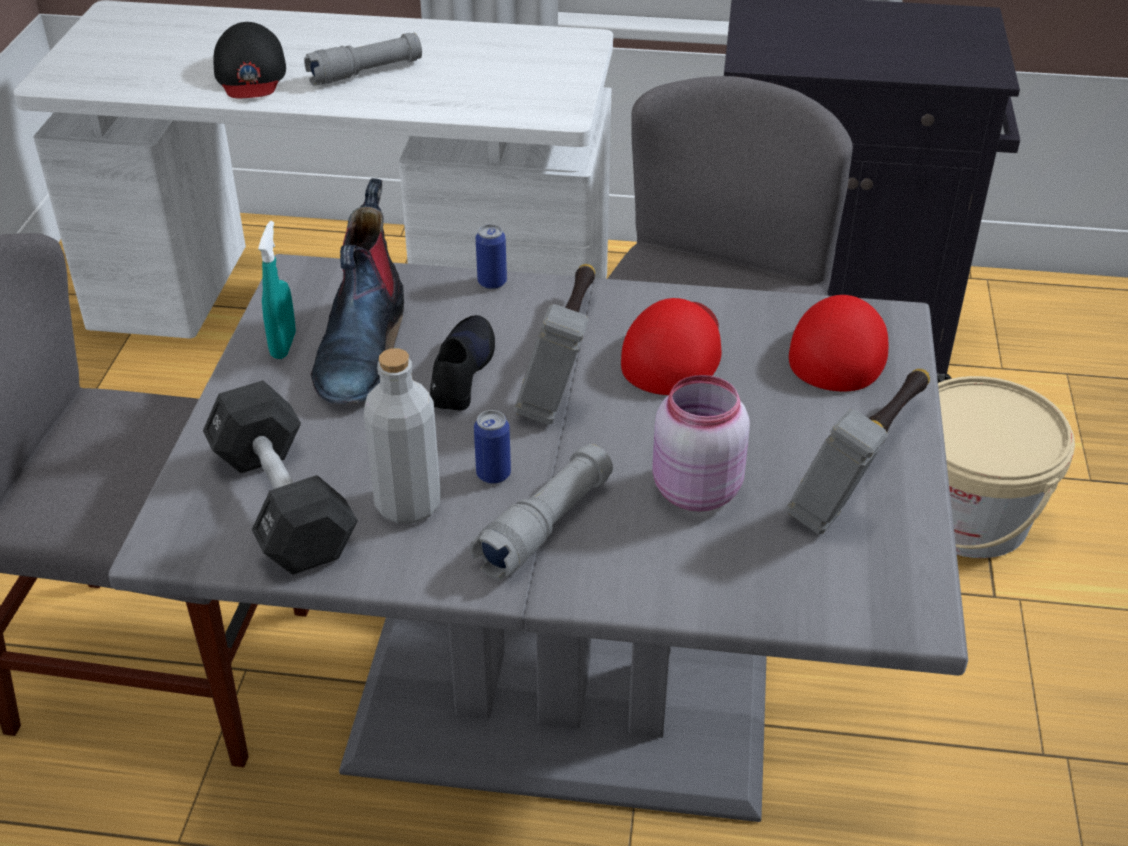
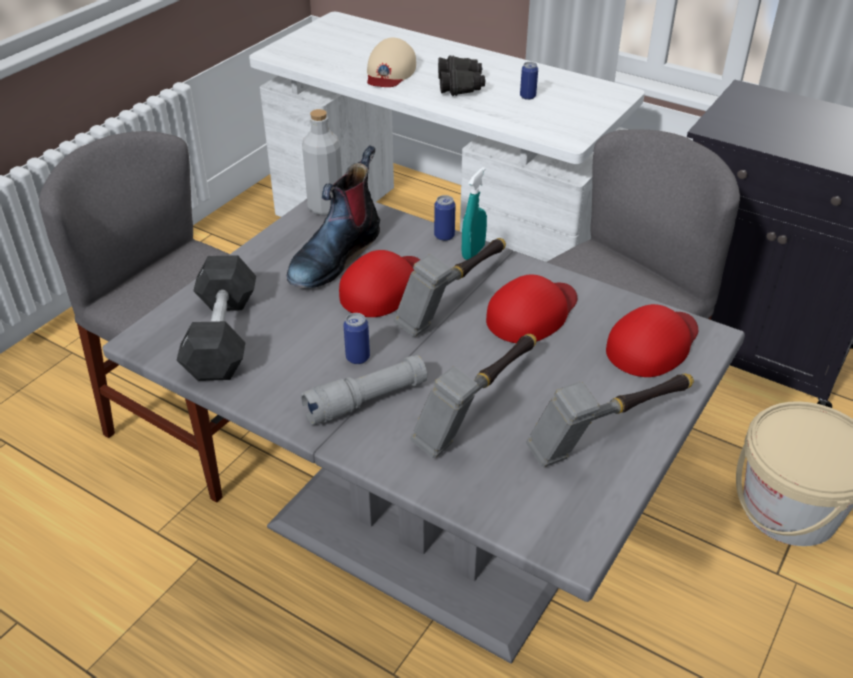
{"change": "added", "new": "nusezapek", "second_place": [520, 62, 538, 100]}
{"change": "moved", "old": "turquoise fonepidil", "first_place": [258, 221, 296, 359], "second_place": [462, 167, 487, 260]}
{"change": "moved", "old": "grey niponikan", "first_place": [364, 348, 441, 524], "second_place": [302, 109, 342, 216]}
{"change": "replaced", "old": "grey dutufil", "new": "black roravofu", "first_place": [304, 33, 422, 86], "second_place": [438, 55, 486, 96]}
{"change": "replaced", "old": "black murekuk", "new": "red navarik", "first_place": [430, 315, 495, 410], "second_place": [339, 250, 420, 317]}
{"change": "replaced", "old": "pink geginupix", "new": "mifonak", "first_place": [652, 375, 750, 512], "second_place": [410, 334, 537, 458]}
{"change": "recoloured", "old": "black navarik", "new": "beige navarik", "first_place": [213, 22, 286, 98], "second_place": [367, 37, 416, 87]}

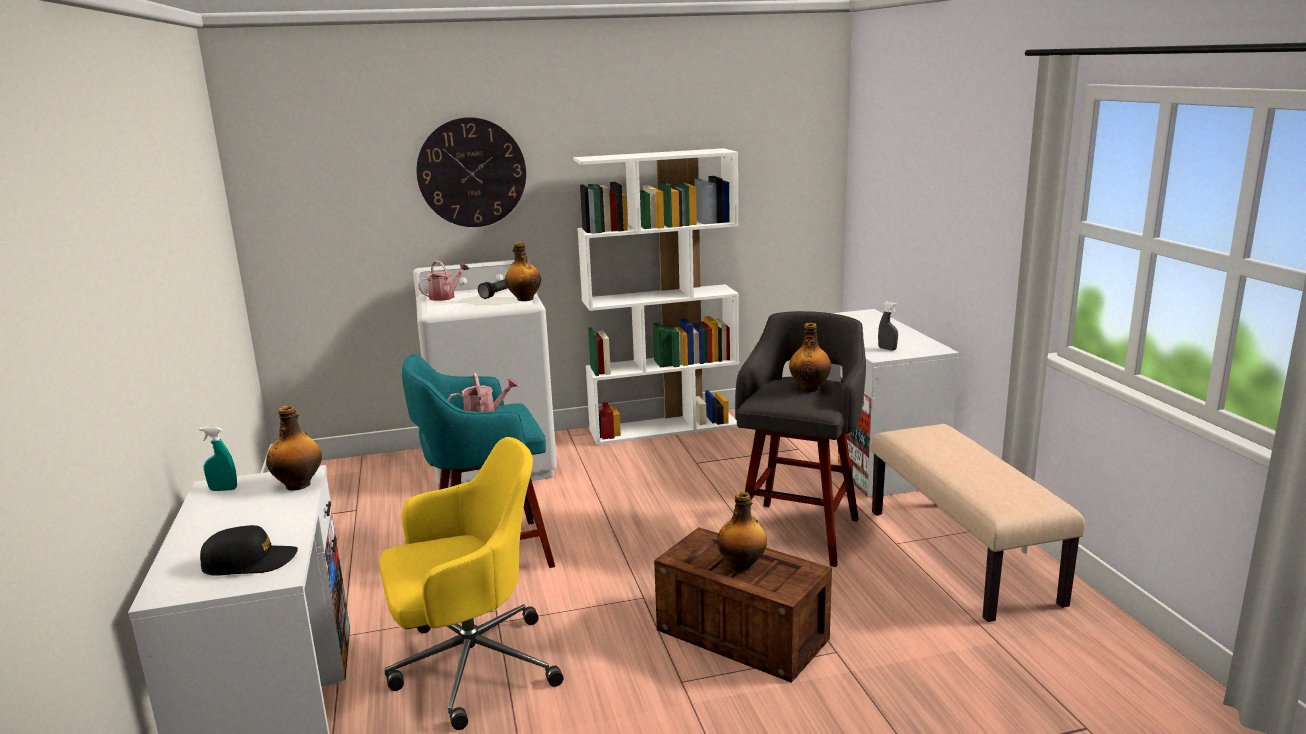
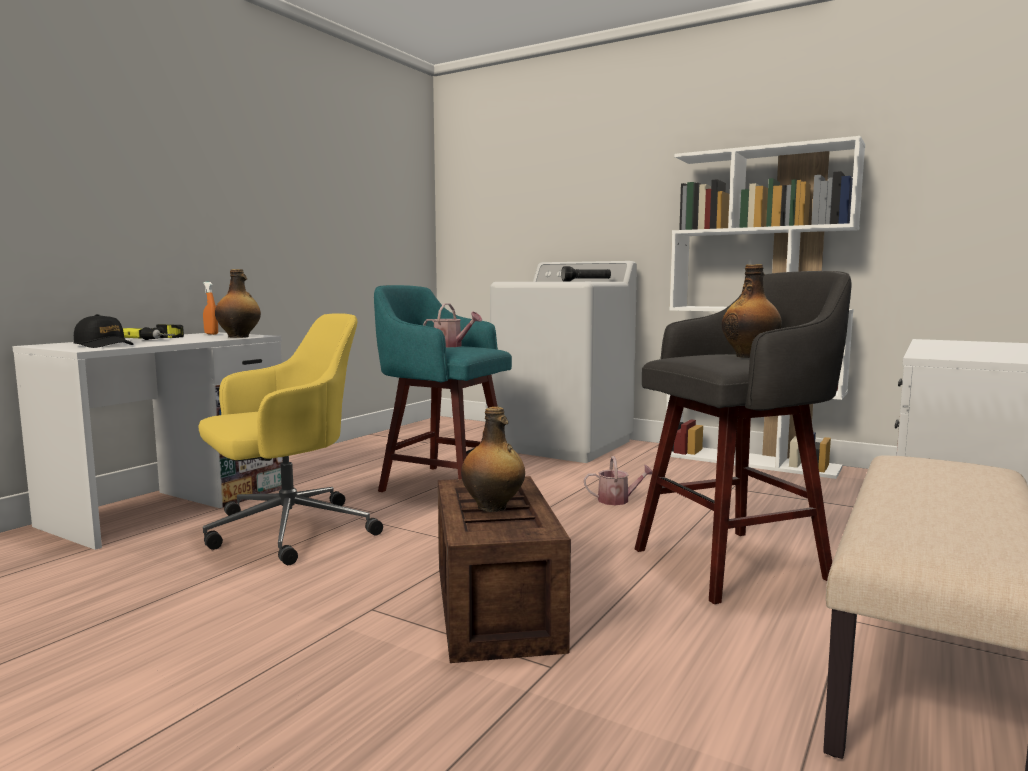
{"change": "removed", "old": "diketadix", "first_place": [417, 117, 526, 227]}
{"change": "removed", "old": "niponikan", "first_place": [505, 242, 541, 301]}
{"change": "removed", "old": "grey fonepidil", "first_place": [878, 302, 898, 350]}
{"change": "added", "new": "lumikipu", "second_place": [123, 324, 184, 340]}
{"change": "moved", "old": "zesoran", "first_place": [418, 260, 469, 301], "second_place": [584, 456, 653, 505]}
{"change": "recoloured", "old": "turquoise fonepidil", "new": "orange fonepidil", "first_place": [199, 427, 237, 491], "second_place": [203, 282, 218, 335]}
{"change": "turned", "old": "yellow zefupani", "first_place": [379, 437, 563, 730], "second_place": [198, 313, 383, 565], "degrees": -60}

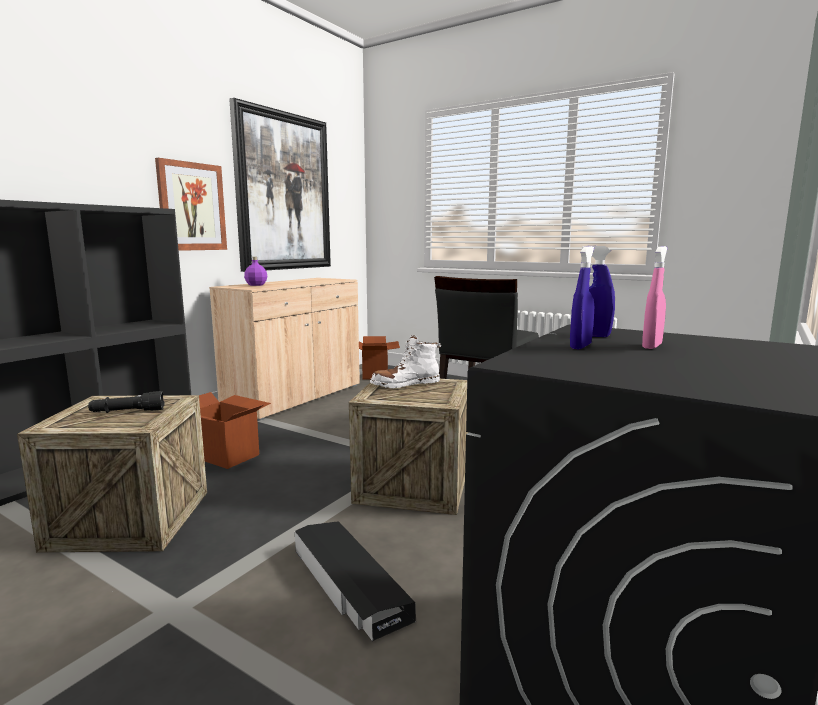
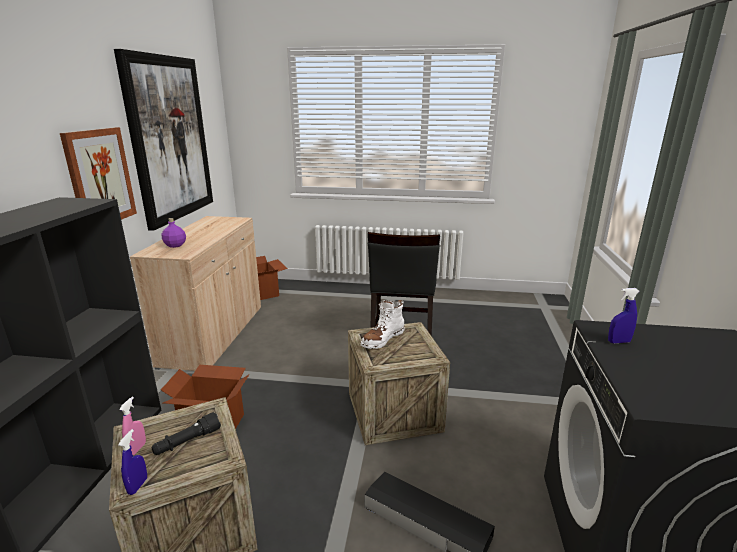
{"change": "moved", "old": "blue fonepidil", "first_place": [570, 246, 594, 349], "second_place": [119, 429, 147, 495]}
{"change": "moved", "old": "pink fonepidil", "first_place": [642, 246, 667, 349], "second_place": [119, 397, 146, 455]}

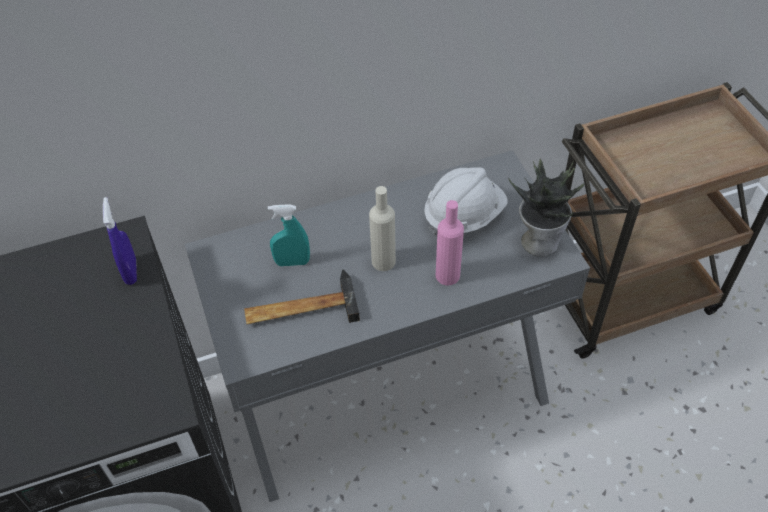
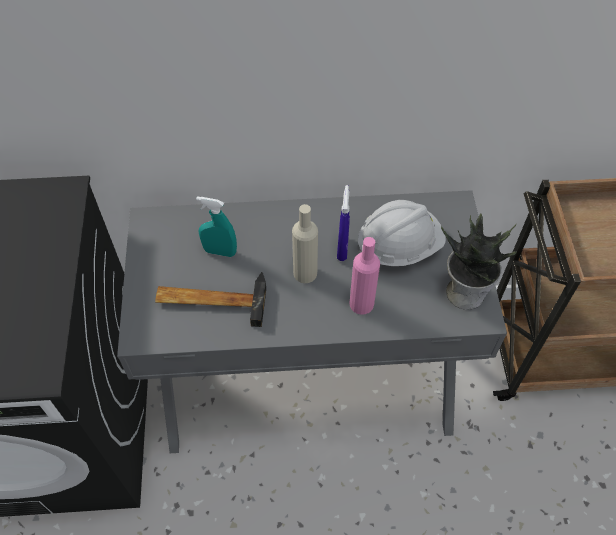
{"change": "moved", "old": "blue fonepidil", "first_place": [103, 197, 137, 285], "second_place": [337, 185, 350, 261]}

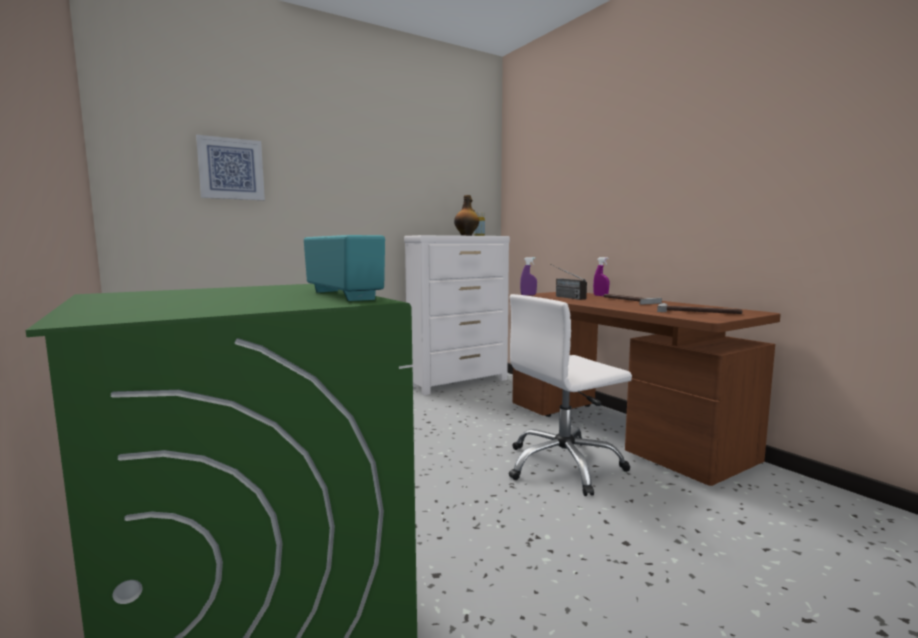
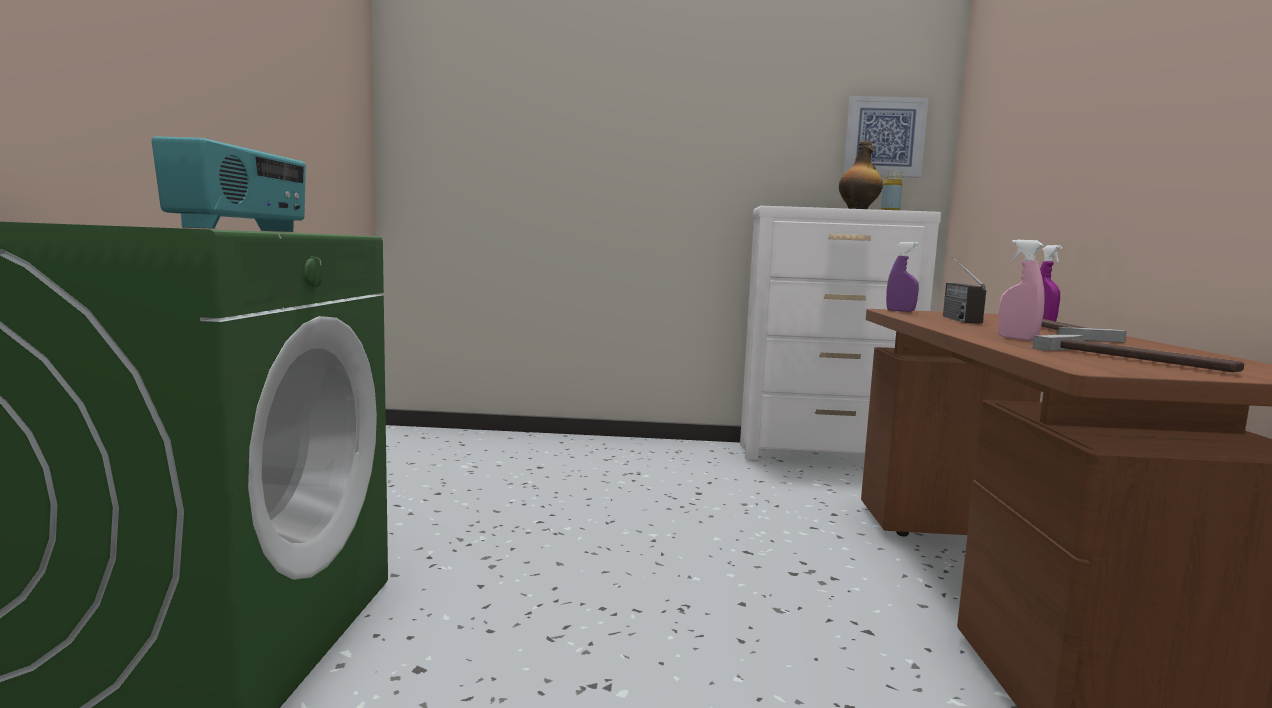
{"change": "removed", "old": "white zefupani", "first_place": [509, 294, 632, 496]}
{"change": "added", "new": "pink fonepidil", "second_place": [998, 240, 1045, 341]}
{"change": "moved", "old": "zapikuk", "first_place": [196, 135, 265, 200], "second_place": [843, 96, 928, 177]}

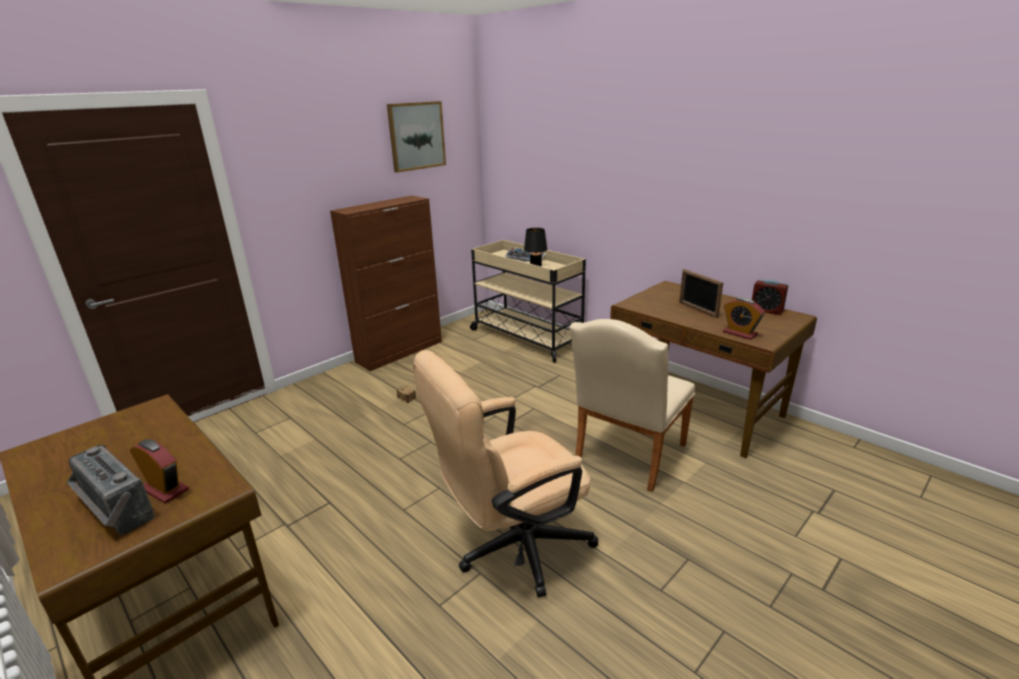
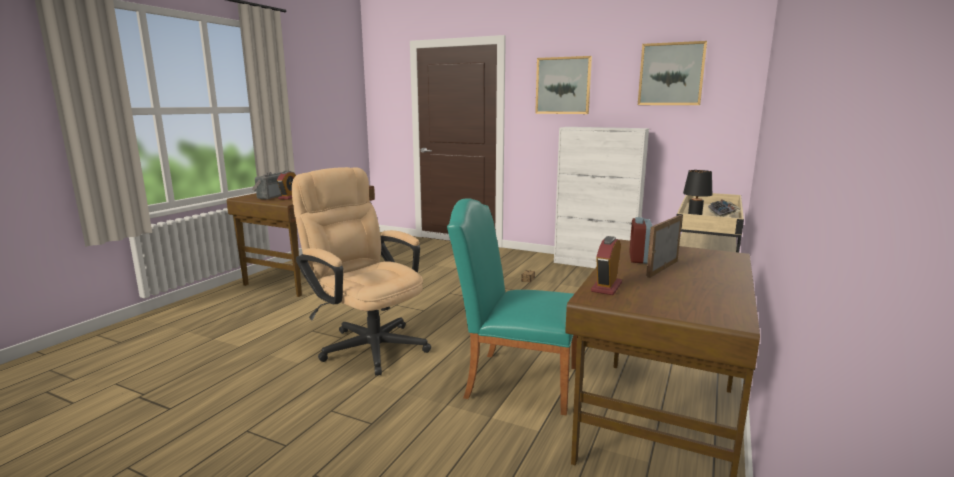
{"change": "added", "new": "zapikuk", "second_place": [535, 56, 592, 114]}
{"change": "moved", "old": "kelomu", "first_place": [752, 279, 788, 315], "second_place": [629, 217, 652, 264]}
{"change": "recoloured", "old": "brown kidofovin", "new": "white kidofovin", "first_place": [330, 195, 442, 371], "second_place": [554, 127, 649, 268]}
{"change": "recoloured", "old": "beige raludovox", "new": "turquoise raludovox", "first_place": [569, 319, 695, 492], "second_place": [447, 198, 577, 416]}

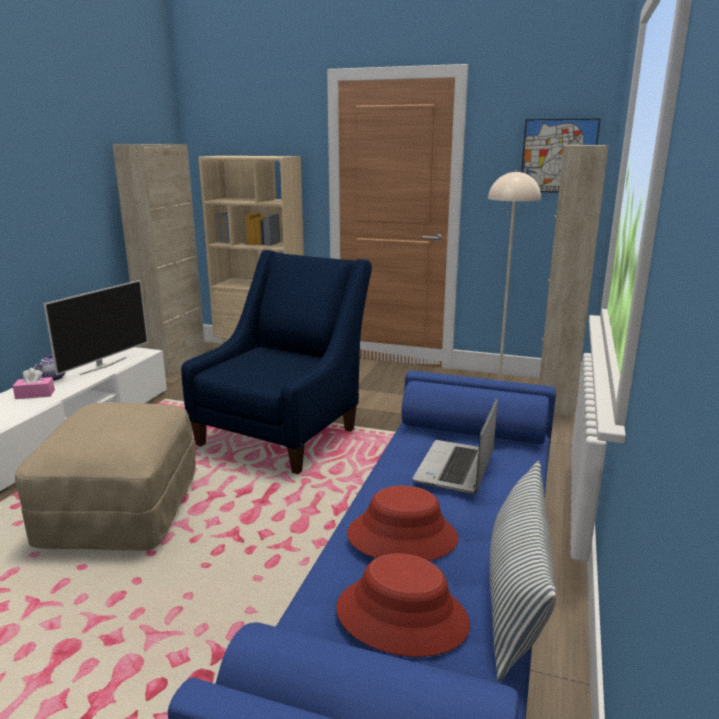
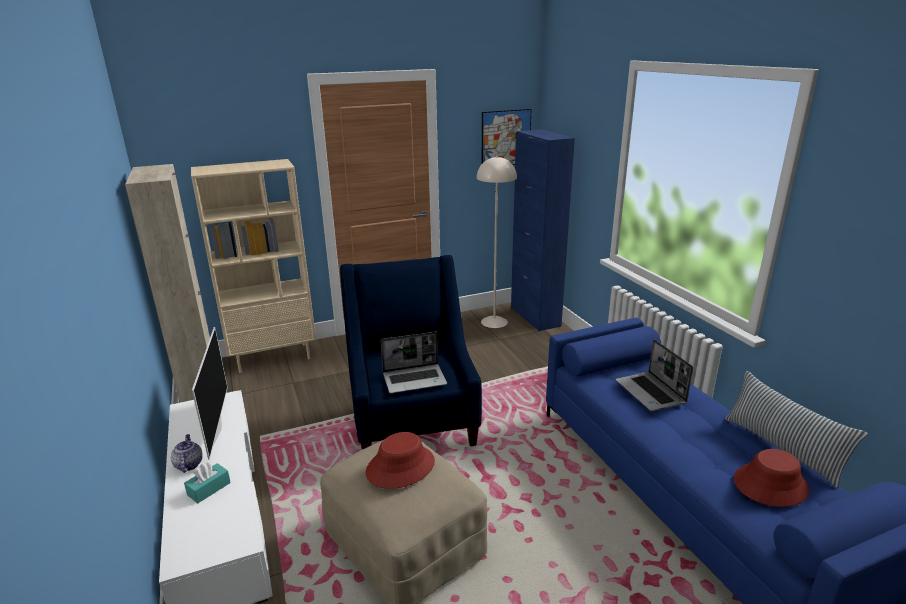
{"change": "added", "new": "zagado", "second_place": [381, 331, 447, 393]}
{"change": "moved", "old": "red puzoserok", "first_place": [347, 486, 458, 561], "second_place": [366, 432, 435, 489]}
{"change": "recoloured", "old": "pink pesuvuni", "new": "turquoise pesuvuni", "first_place": [13, 368, 55, 399], "second_place": [184, 462, 231, 504]}
{"change": "recoloured", "old": "beige kidofovin", "new": "blue kidofovin", "first_place": [539, 145, 609, 417], "second_place": [511, 129, 575, 331]}

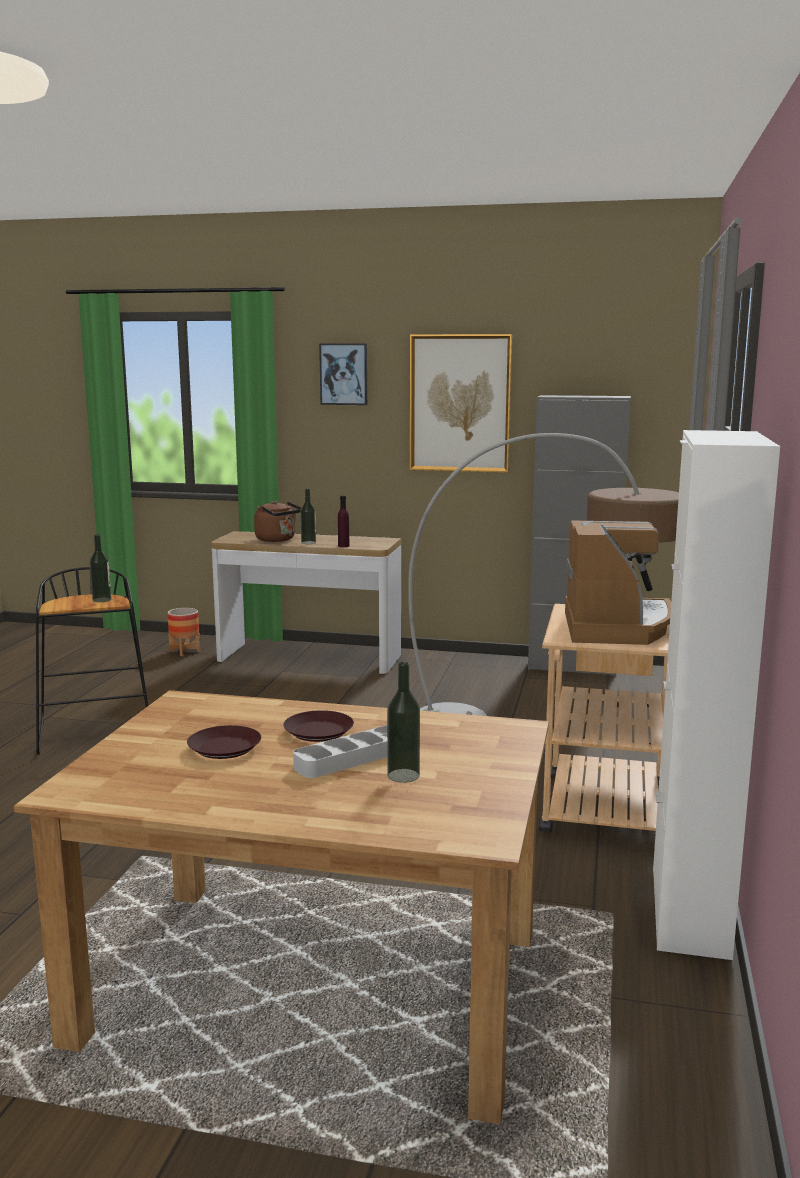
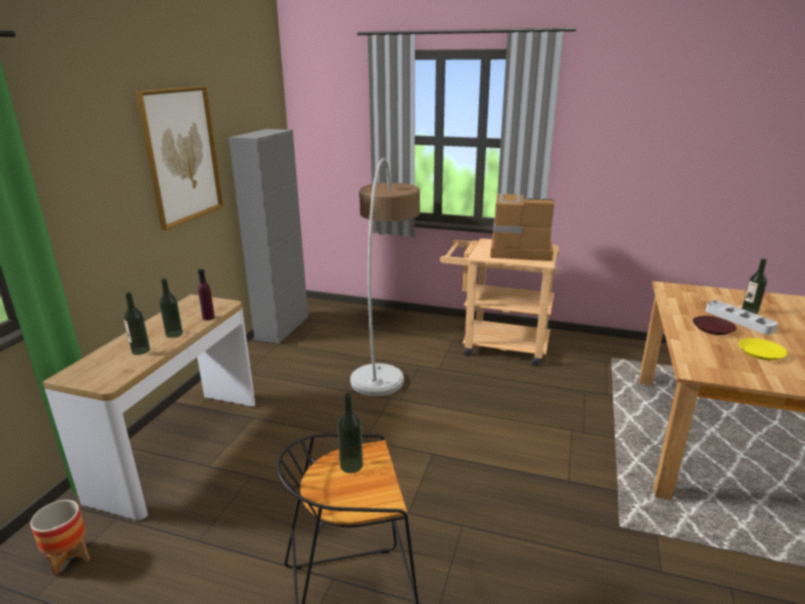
{"change": "removed", "old": "zapikuk", "first_place": [319, 343, 367, 405]}
{"change": "removed", "old": "white kidofovin", "first_place": [653, 430, 780, 960]}
{"change": "replaced", "old": "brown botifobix", "new": "niponikan", "first_place": [254, 501, 302, 542], "second_place": [124, 292, 150, 355]}
{"change": "recoloured", "old": "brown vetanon", "new": "yellow vetanon", "first_place": [187, 725, 261, 759], "second_place": [738, 338, 788, 360]}

